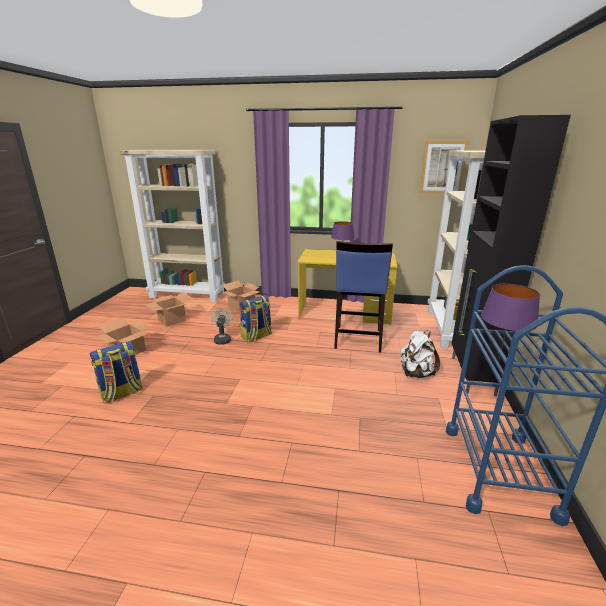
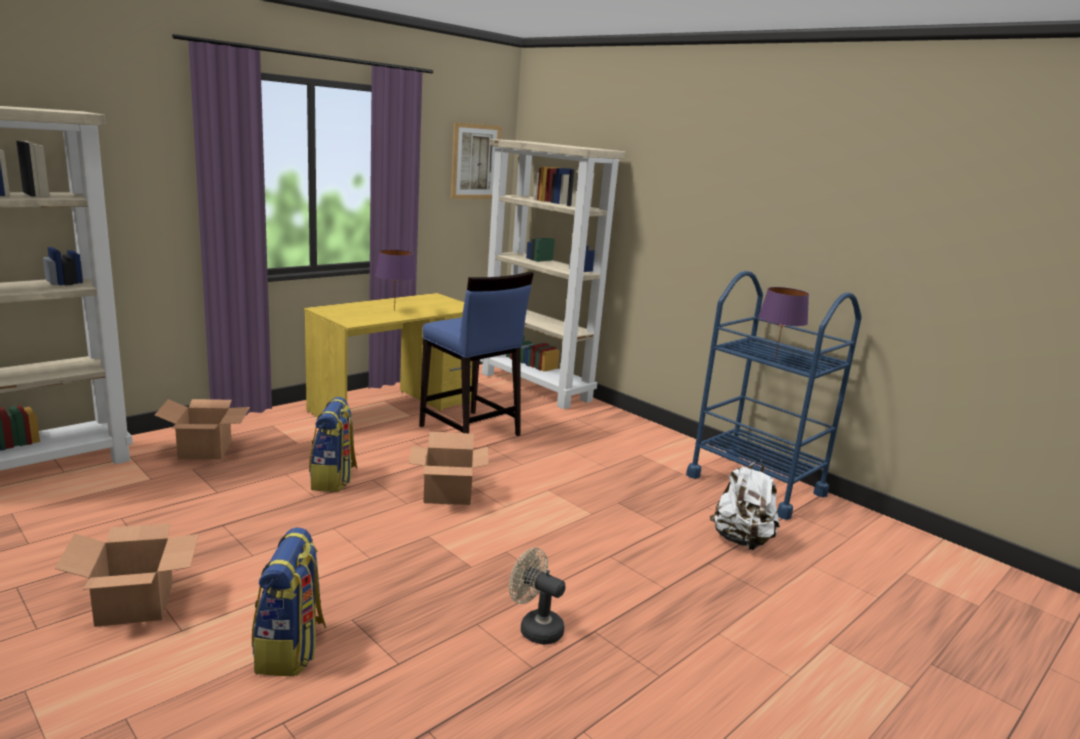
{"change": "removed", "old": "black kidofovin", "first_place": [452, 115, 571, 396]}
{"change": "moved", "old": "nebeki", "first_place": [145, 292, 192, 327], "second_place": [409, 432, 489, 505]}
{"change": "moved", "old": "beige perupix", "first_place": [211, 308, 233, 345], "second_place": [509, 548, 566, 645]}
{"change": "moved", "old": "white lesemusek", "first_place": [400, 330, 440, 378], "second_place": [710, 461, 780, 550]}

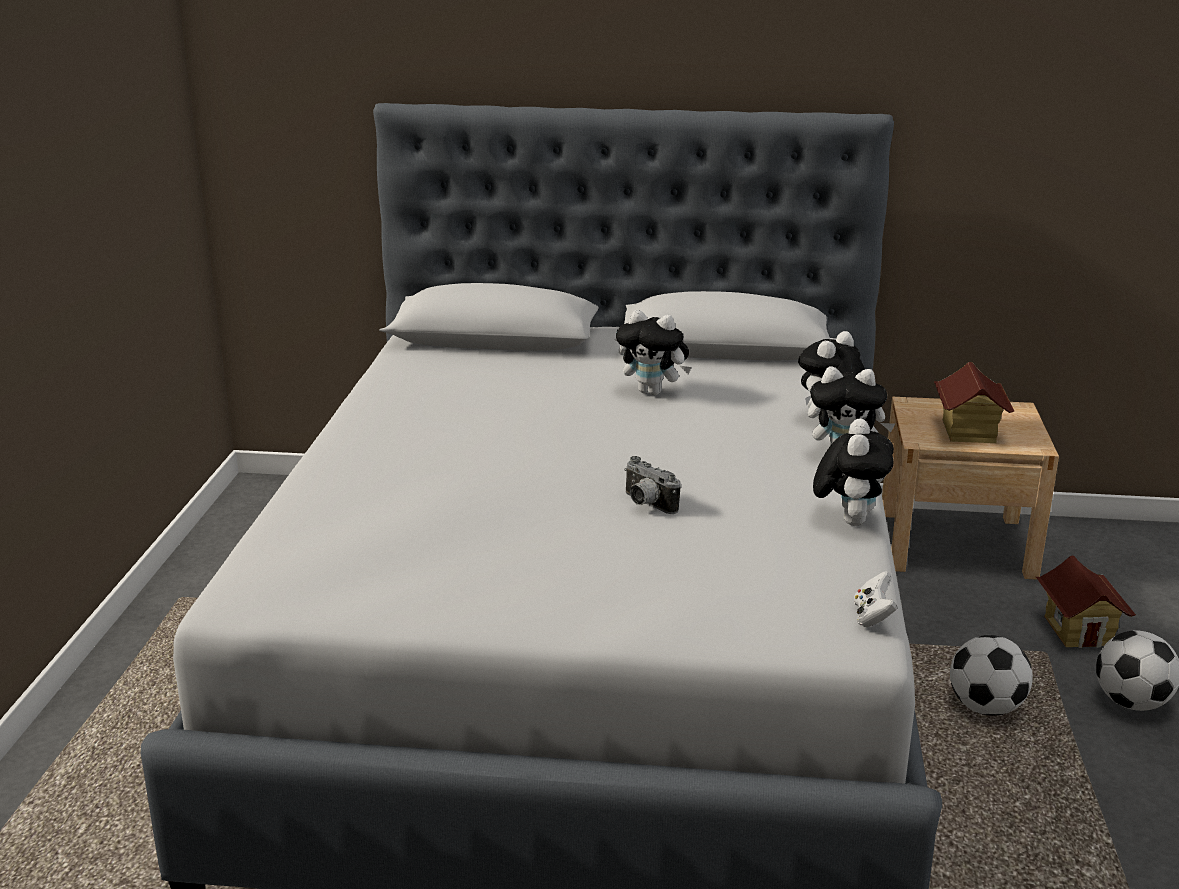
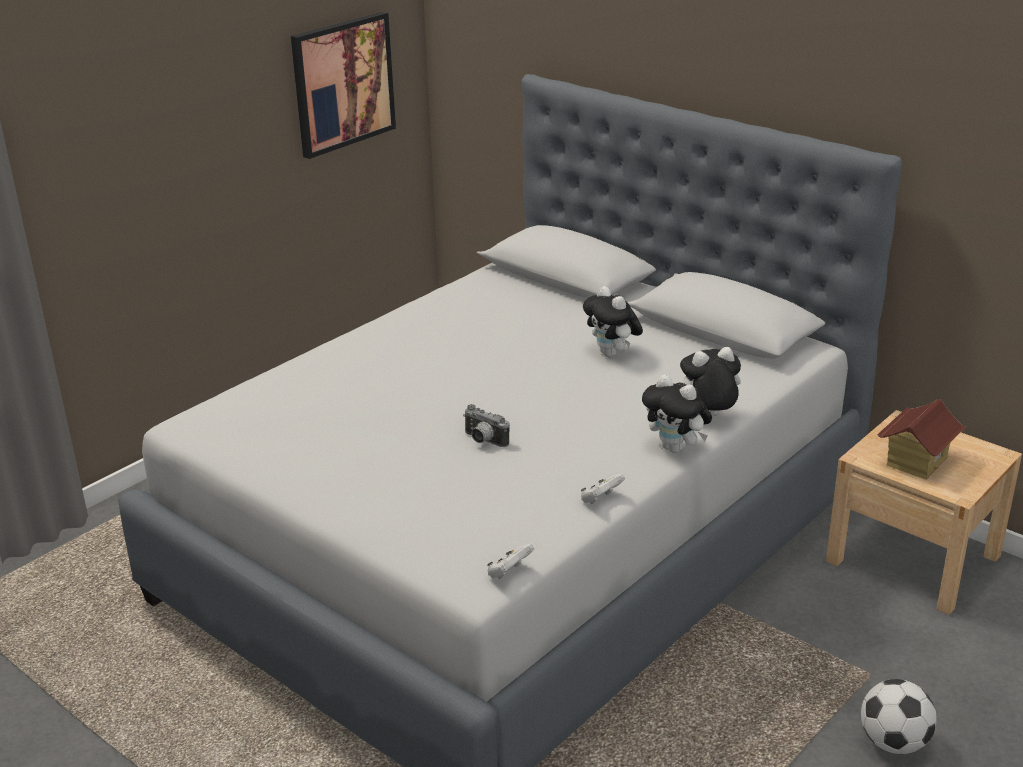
{"change": "removed", "old": "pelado", "first_place": [950, 635, 1033, 716]}
{"change": "removed", "old": "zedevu", "first_place": [1036, 556, 1136, 648]}
{"change": "added", "new": "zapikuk", "second_place": [291, 12, 396, 159]}
{"change": "replaced", "old": "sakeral", "new": "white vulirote", "first_place": [813, 418, 894, 526], "second_place": [581, 473, 625, 504]}
{"change": "turned", "old": "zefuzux", "first_place": [624, 456, 681, 514], "second_place": [463, 404, 510, 447], "degrees": -45}

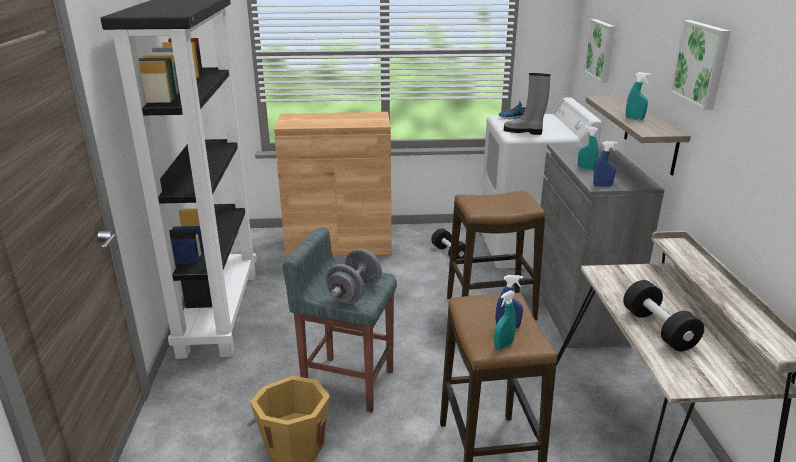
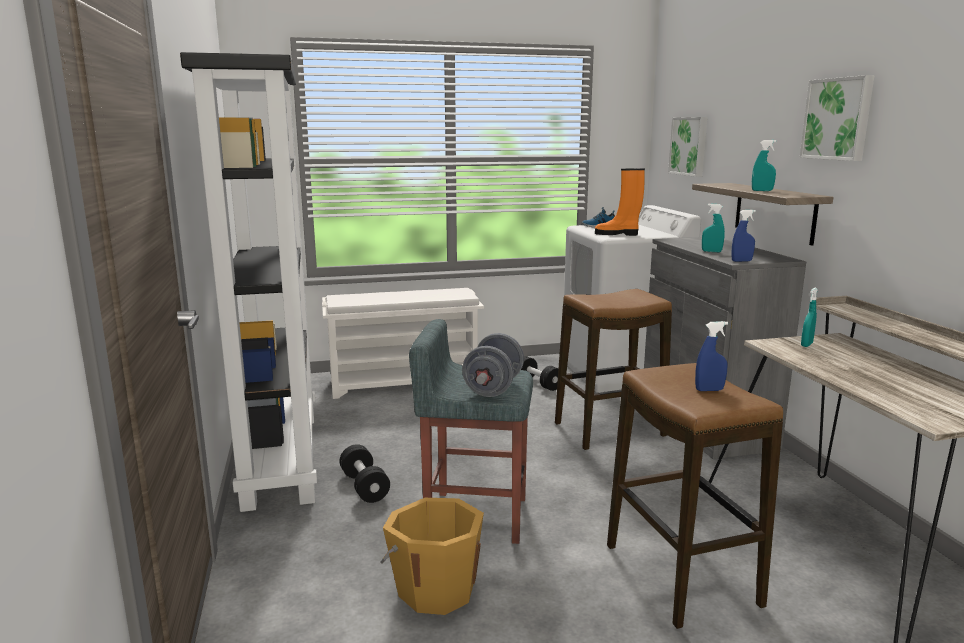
{"change": "moved", "old": "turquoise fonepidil", "first_place": [494, 290, 516, 350], "second_place": [801, 288, 818, 347]}
{"change": "moved", "old": "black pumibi", "first_place": [623, 280, 704, 352], "second_place": [340, 444, 390, 503]}
{"change": "replaced", "old": "brown kidofovin", "new": "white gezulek", "first_place": [274, 112, 391, 258], "second_place": [322, 288, 484, 399]}
{"change": "recoloured", "old": "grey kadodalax", "new": "orange kadodalax", "first_place": [504, 73, 551, 135], "second_place": [595, 169, 645, 236]}

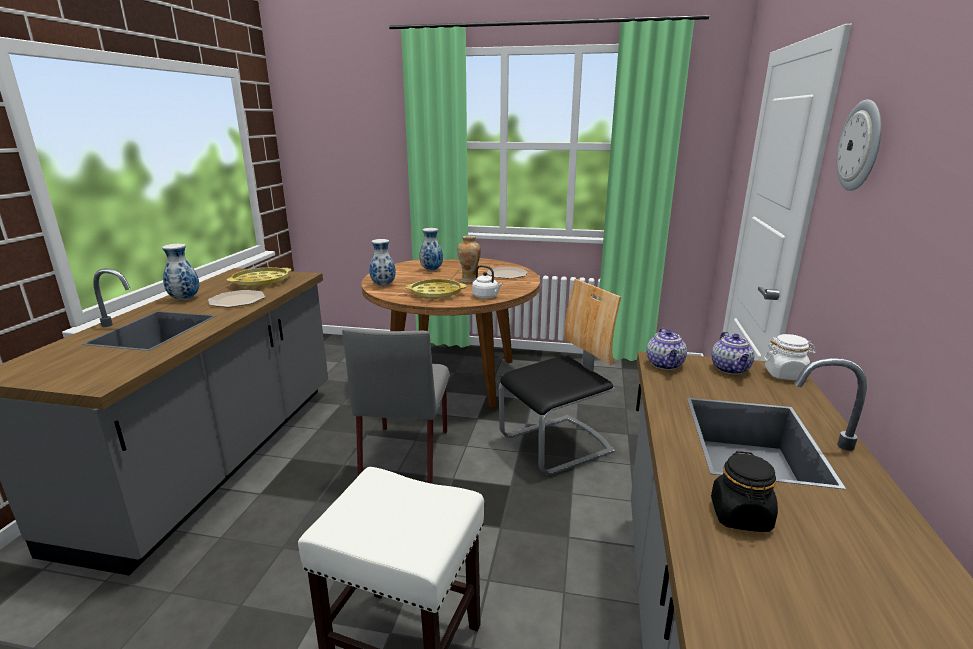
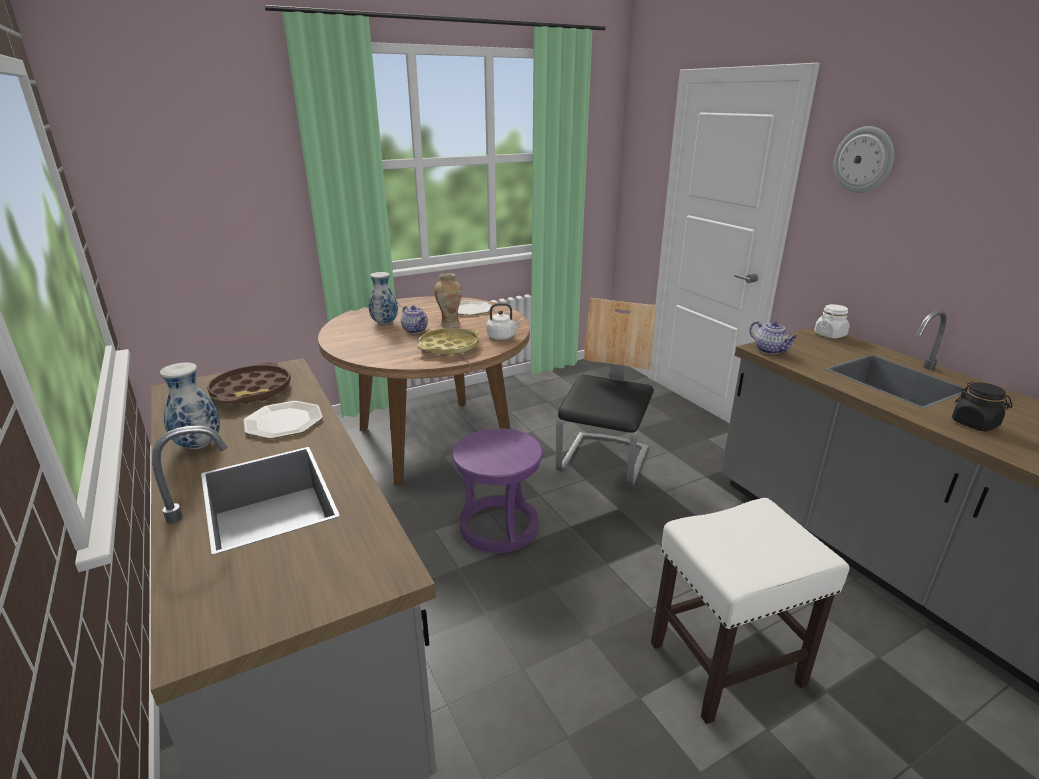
{"change": "removed", "old": "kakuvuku", "first_place": [369, 239, 396, 286]}
{"change": "moved", "old": "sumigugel", "first_place": [711, 331, 754, 374], "second_place": [401, 305, 428, 333]}
{"change": "replaced", "old": "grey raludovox", "new": "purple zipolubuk", "first_place": [342, 328, 450, 484], "second_place": [452, 428, 543, 553]}
{"change": "recoloured", "old": "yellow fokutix", "new": "brown fokutix", "first_place": [227, 267, 291, 288], "second_place": [207, 362, 291, 404]}

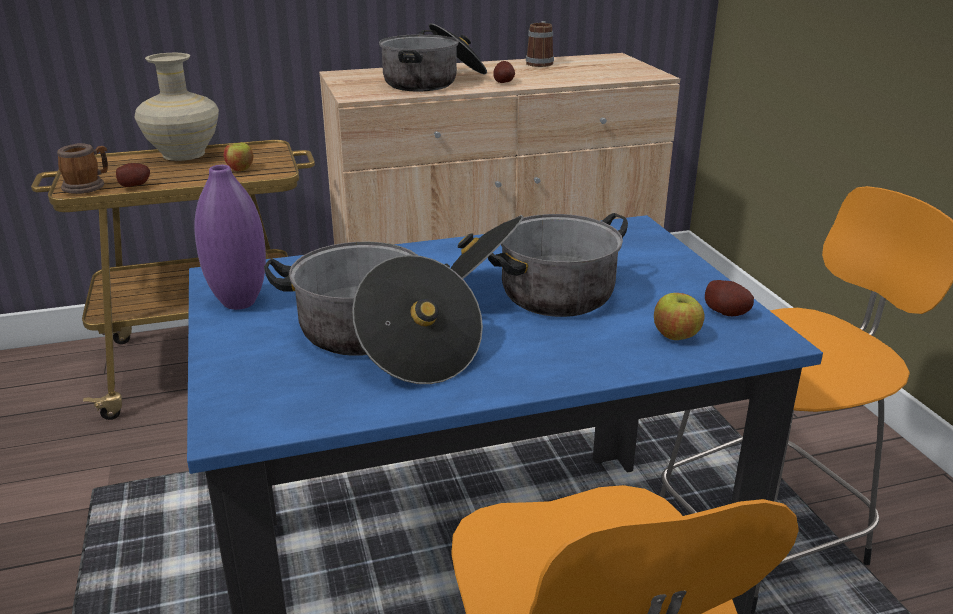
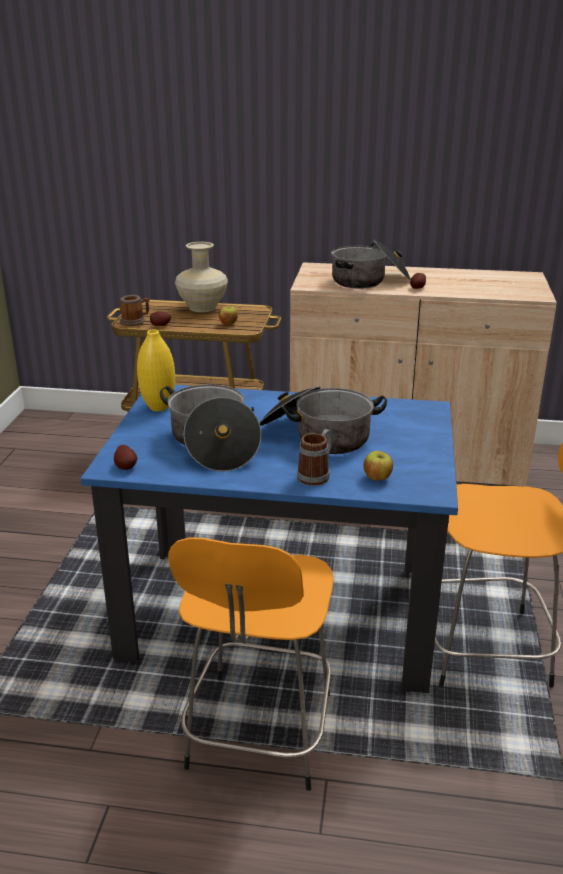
{"change": "moved", "old": "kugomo", "first_place": [526, 21, 554, 67], "second_place": [297, 429, 333, 486]}
{"change": "moved", "old": "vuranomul", "first_place": [705, 280, 754, 316], "second_place": [114, 445, 137, 470]}
{"change": "recoloured", "old": "purple kakuvuku", "new": "yellow kakuvuku", "first_place": [194, 165, 266, 310], "second_place": [137, 329, 175, 412]}

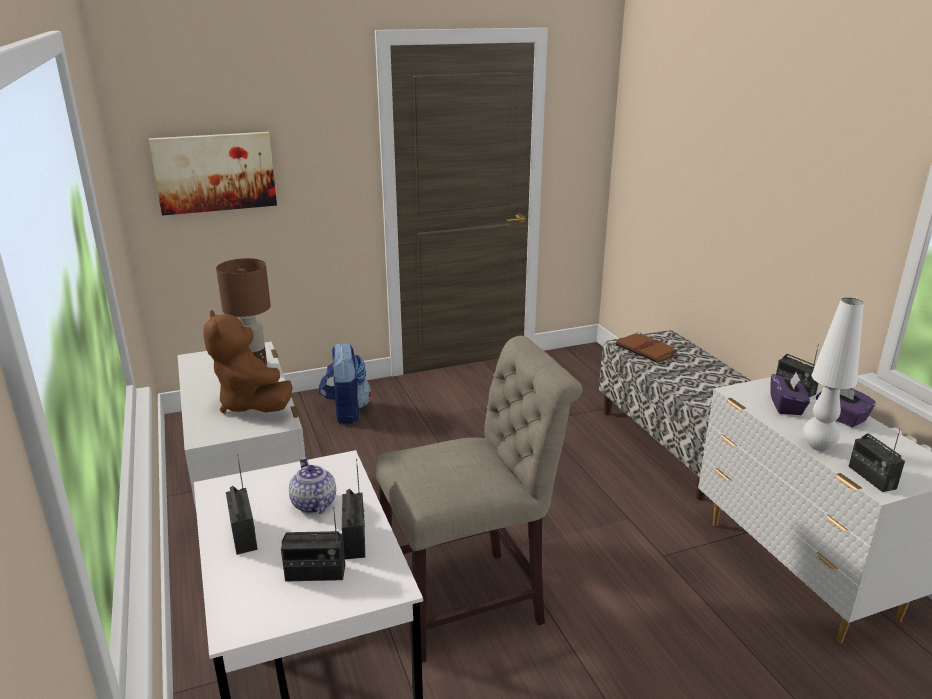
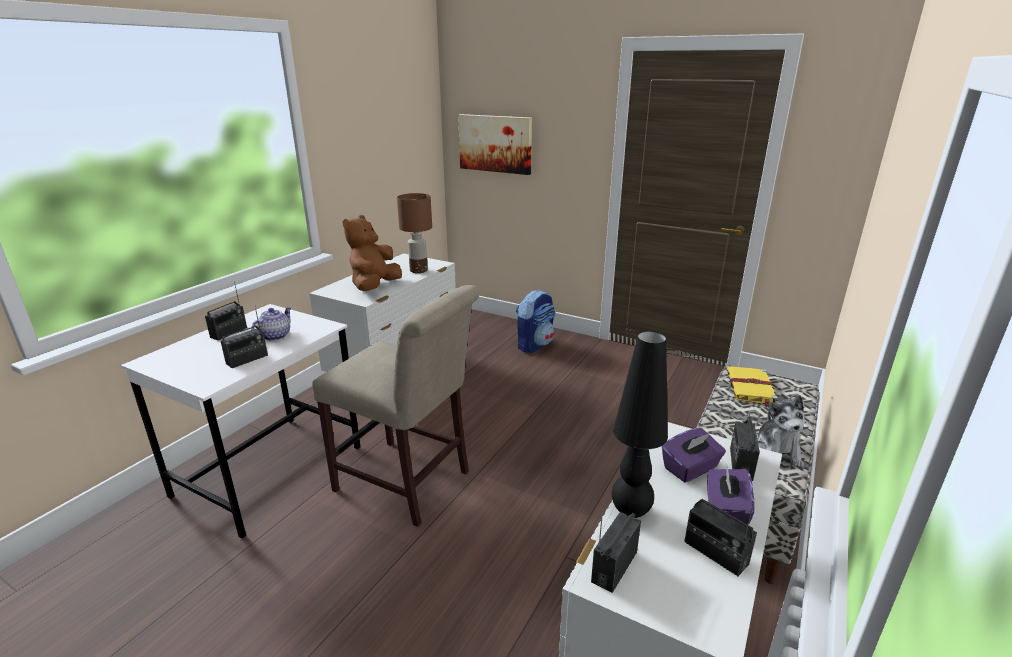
{"change": "added", "new": "sakeral", "second_place": [757, 395, 805, 467]}
{"change": "moved", "old": "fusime", "first_place": [281, 507, 345, 581], "second_place": [684, 499, 757, 576]}
{"change": "recoloured", "old": "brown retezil", "new": "yellow retezil", "first_place": [616, 332, 679, 363], "second_place": [727, 366, 778, 406]}
{"change": "recoloured", "old": "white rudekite", "new": "black rudekite", "first_place": [803, 298, 864, 451], "second_place": [612, 331, 668, 518]}

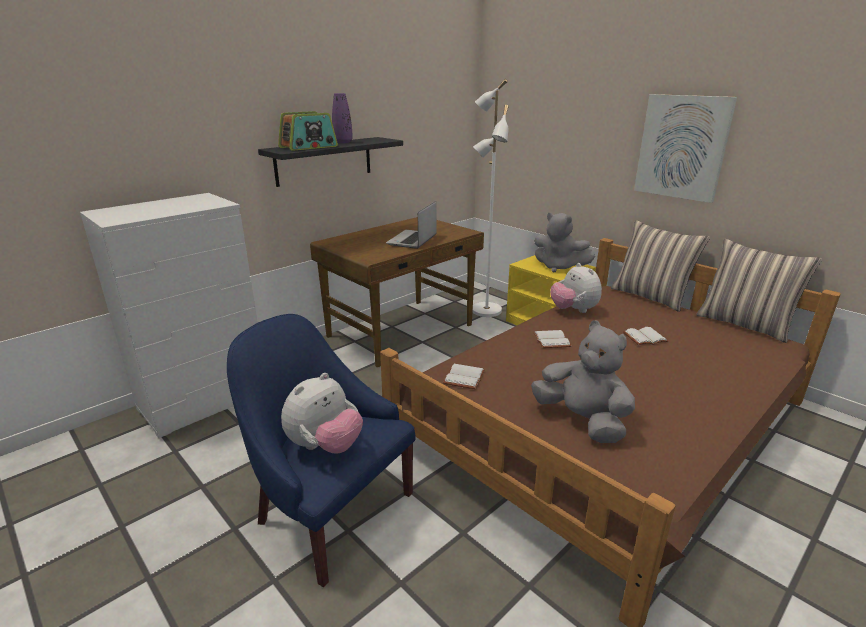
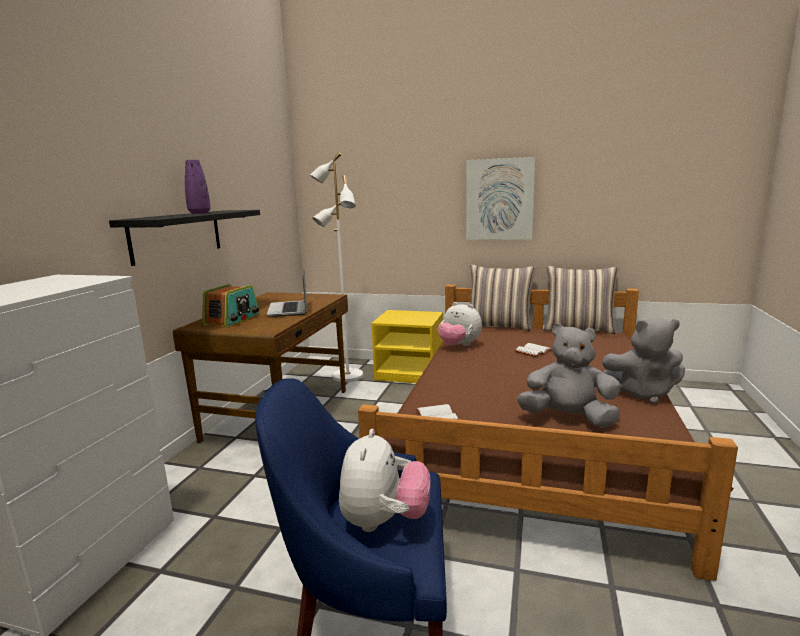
{"change": "removed", "old": "white retezil", "first_place": [533, 330, 572, 348]}
{"change": "moved", "old": "fusime", "first_place": [278, 111, 338, 151], "second_place": [202, 284, 259, 327]}
{"change": "moved", "old": "grey sakeral", "first_place": [534, 213, 595, 273], "second_place": [602, 318, 685, 404]}

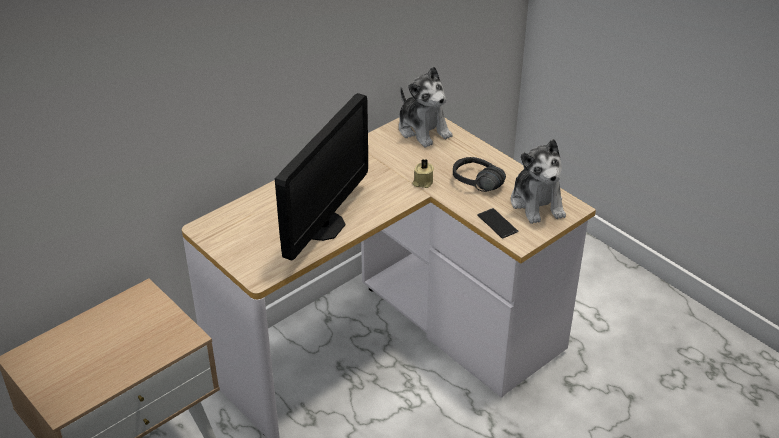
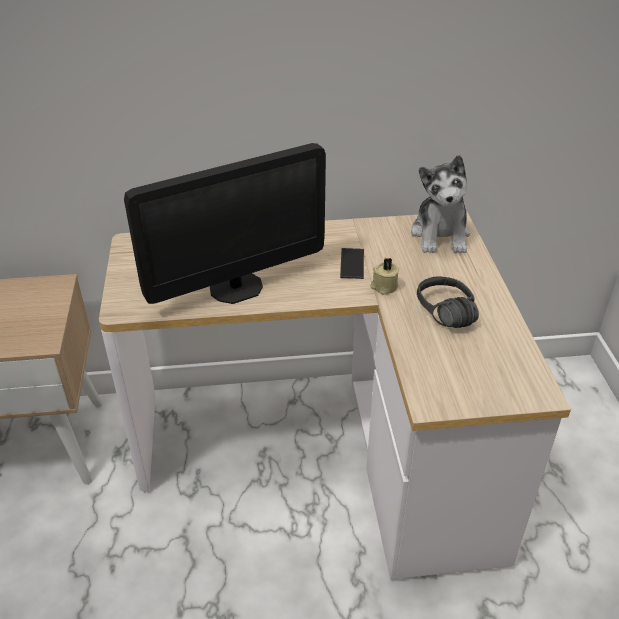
{"change": "removed", "old": "sakeral", "first_place": [511, 139, 566, 224]}
{"change": "moved", "old": "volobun", "first_place": [477, 208, 519, 239], "second_place": [340, 248, 364, 279]}

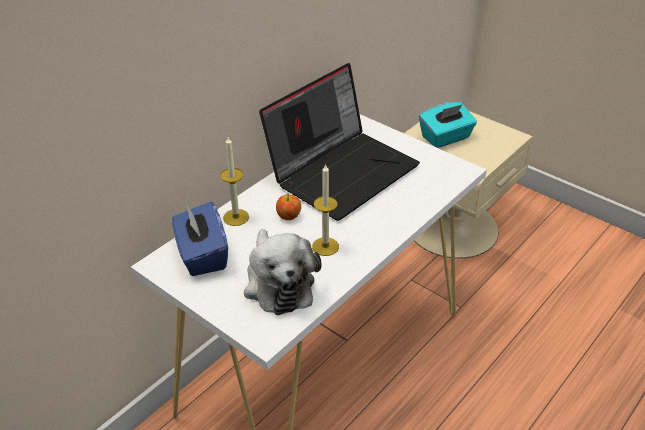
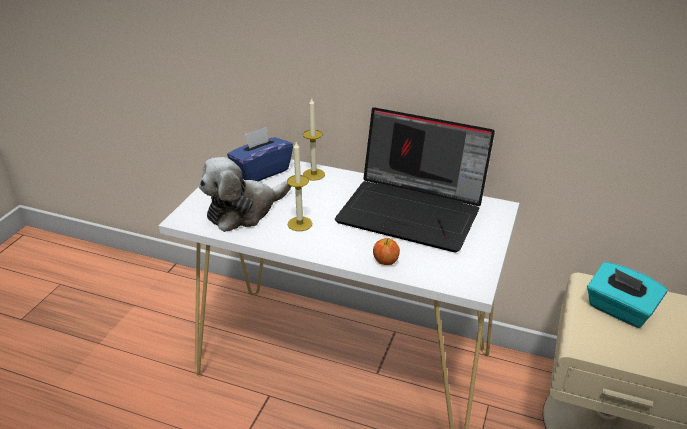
{"change": "moved", "old": "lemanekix", "first_place": [276, 193, 301, 220], "second_place": [373, 238, 400, 265]}

